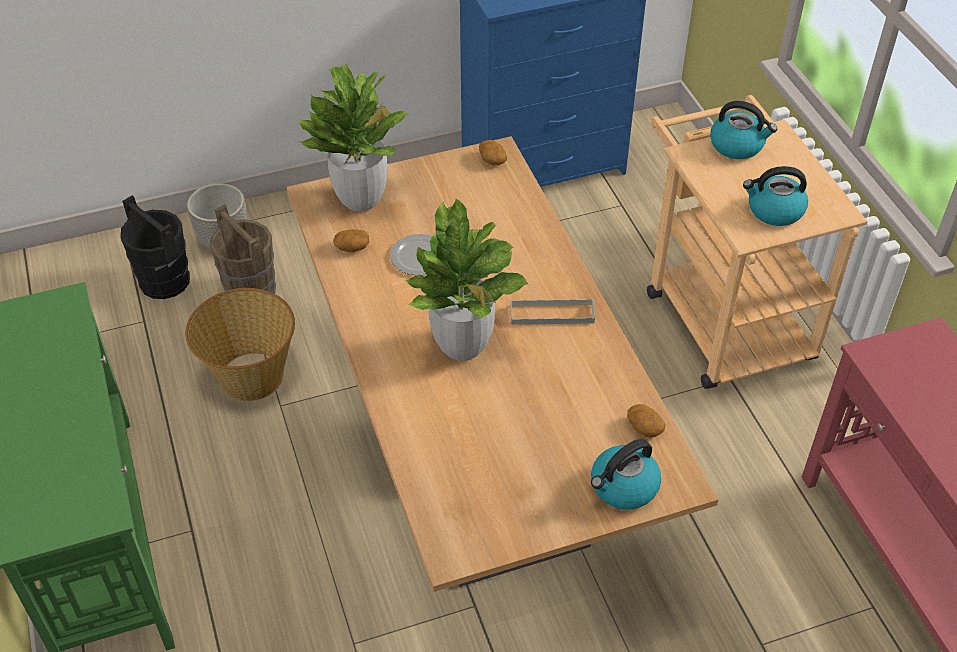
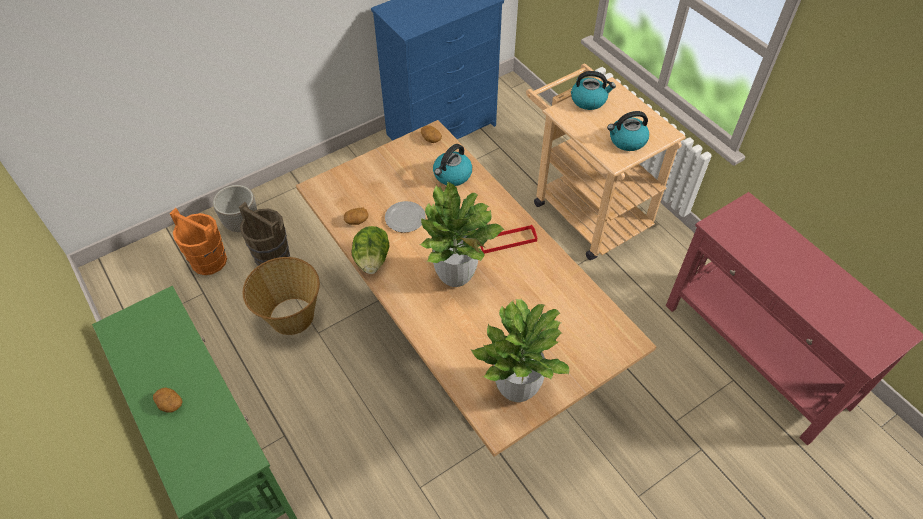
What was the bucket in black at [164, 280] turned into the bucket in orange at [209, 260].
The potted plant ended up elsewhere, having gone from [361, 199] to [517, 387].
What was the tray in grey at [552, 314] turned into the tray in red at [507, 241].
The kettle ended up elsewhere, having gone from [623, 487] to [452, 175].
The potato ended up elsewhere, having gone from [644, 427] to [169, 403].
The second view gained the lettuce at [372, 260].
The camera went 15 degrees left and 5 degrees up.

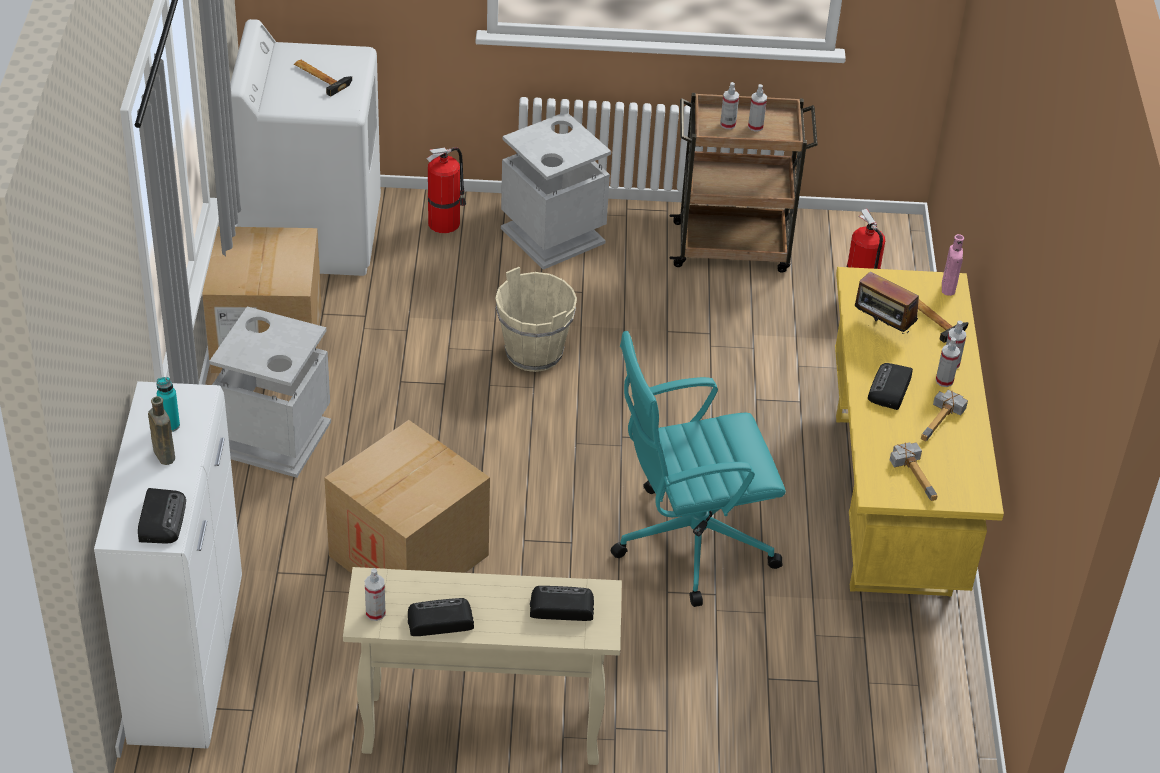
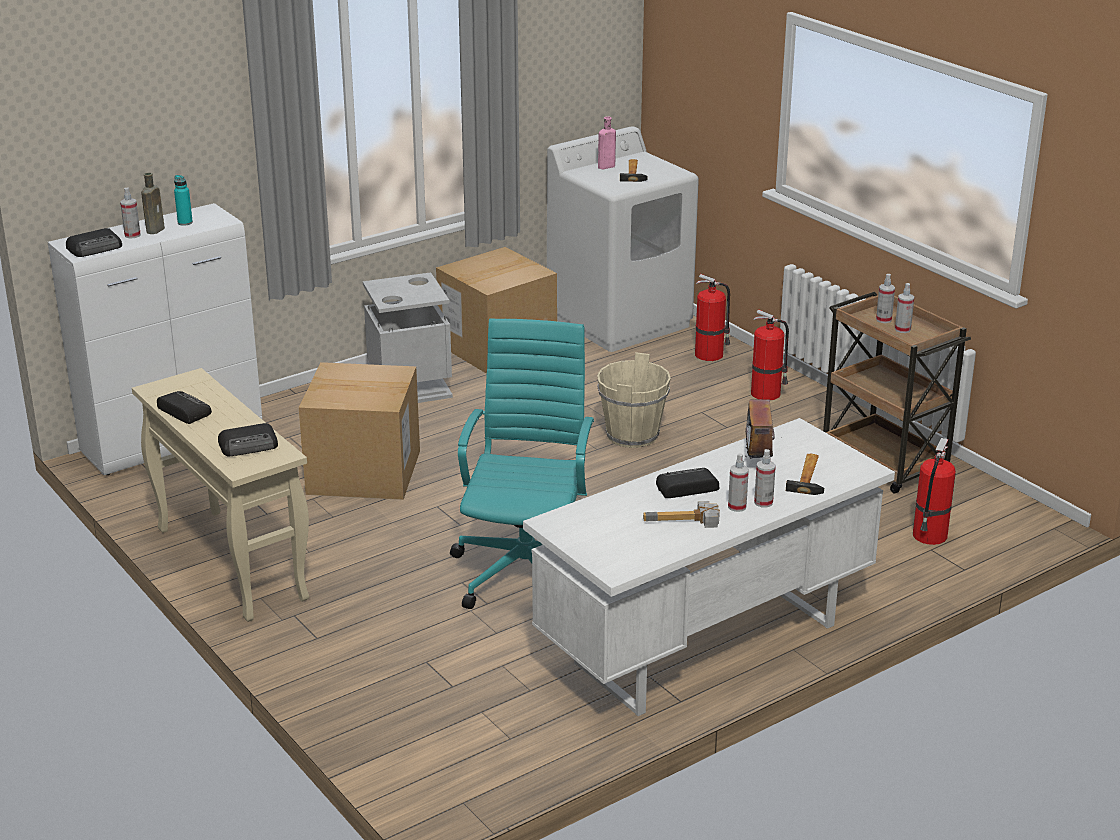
The spray bottle ended up elsewhere, having gone from [375, 613] to [132, 235].
Where the trash can in grey stood at [553, 235], the fire extinguisher came to stand at [767, 394].
The radio at [560, 607] ended up facing another way, 105 degrees clockwise from before.
The office chair in turquoise at [689, 542] ended up facing another way, 60 degrees clockwise from before.
What was the desk in yellow at [893, 504] turned into the desk in white at [705, 645].
The second view lost the hammer at [918, 474].
The bottle in pink ended up elsewhere, having gone from [948, 289] to [605, 167].
The camera went 55 degrees right and 15 degrees down.

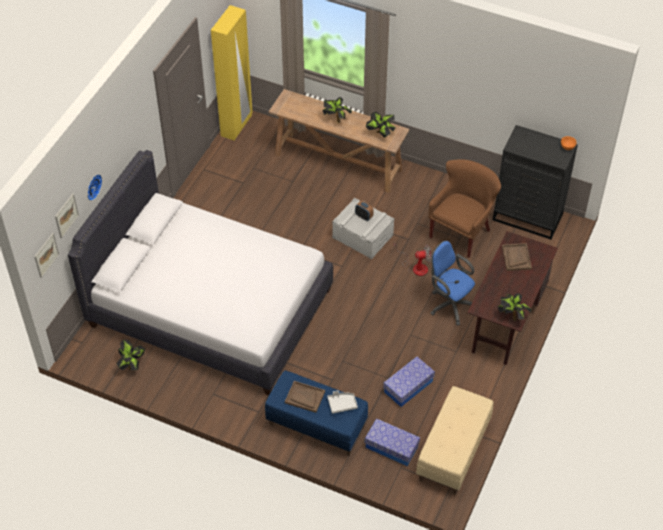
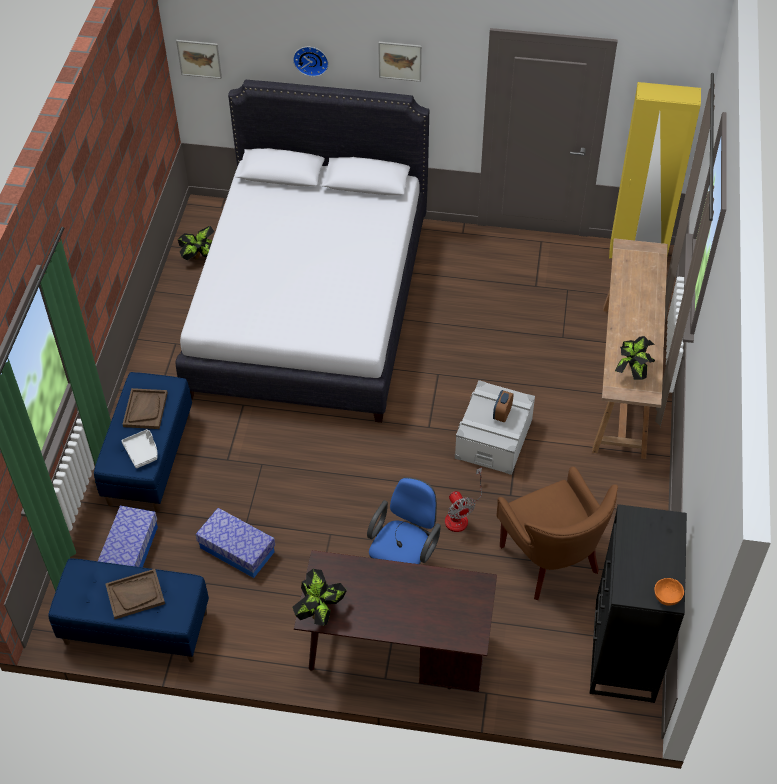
The picture ended up elsewhere, having gone from [66, 215] to [400, 61].
The second view lost the potted plant at [336, 119].
What was the bench in beige at [453, 452] turned into the bench in blue at [135, 628].
The armchair in brown at [461, 233] ended up facing another way, 45 degrees clockwise from before.
The tray in brown ended up elsewhere, having gone from [516, 257] to [135, 594].
The camera went 75 degrees right and 0 degrees up.

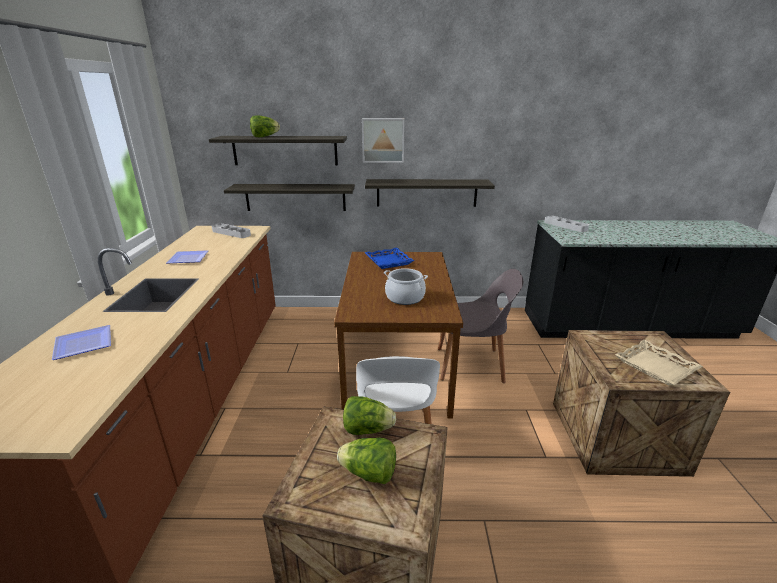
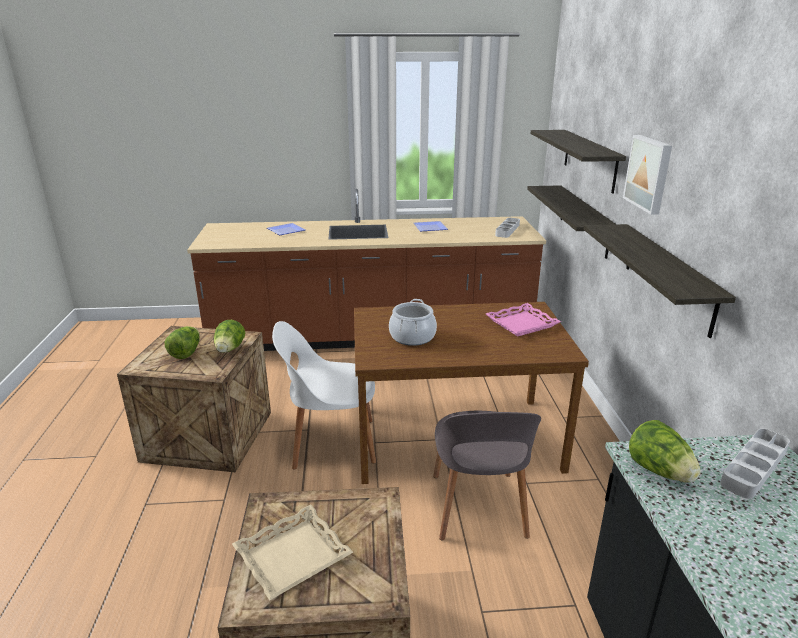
The lettuce ended up elsewhere, having gone from [264, 137] to [659, 471].
What was the tray in blue at [388, 261] turned into the tray in pink at [521, 324].
The camera went 85 degrees right and 0 degrees up.

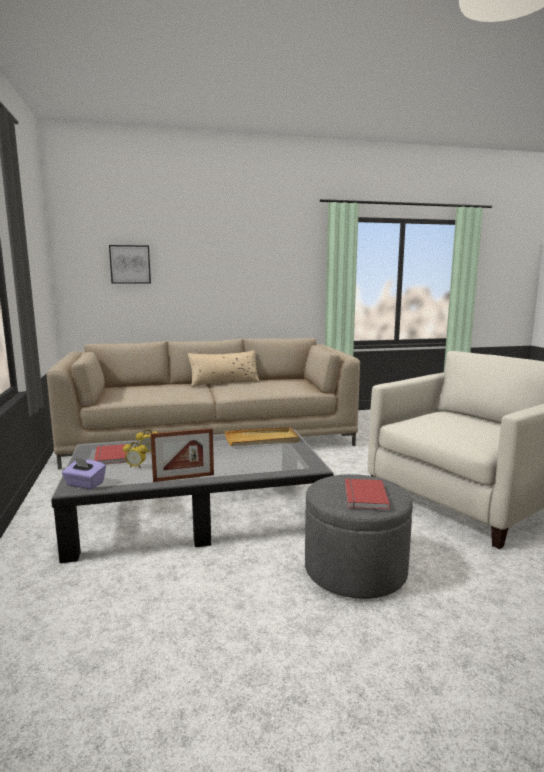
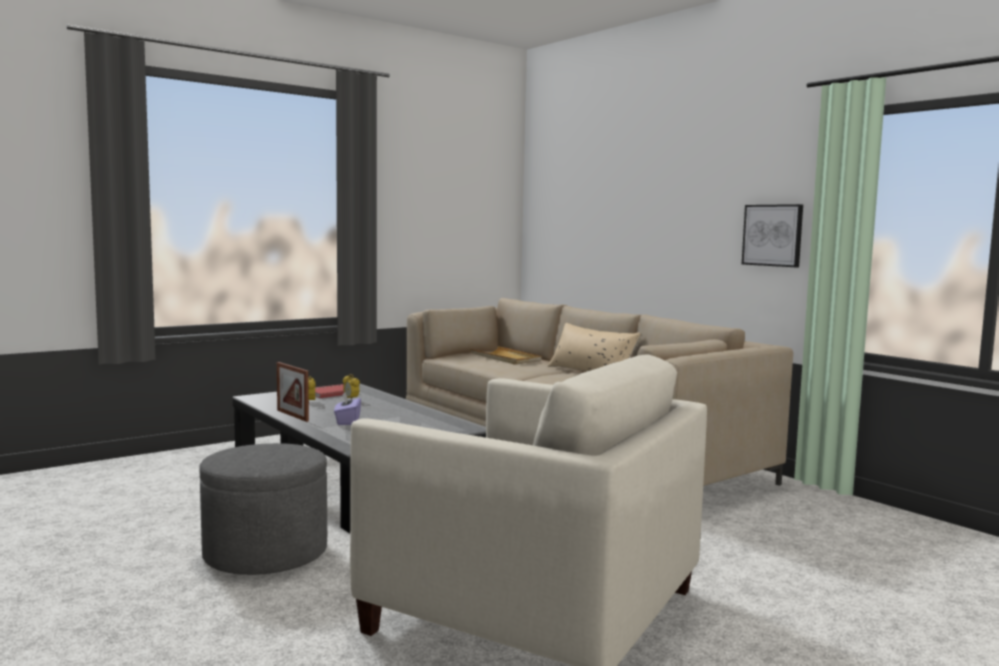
The tissue box in purple ended up elsewhere, having gone from [85, 484] to [347, 421].
The picture ended up elsewhere, having gone from [130, 264] to [773, 235].
The tray in beige ended up elsewhere, having gone from [262, 439] to [506, 358].
The second view lost the book in red at [363, 496].
The camera went 65 degrees right and 5 degrees down.

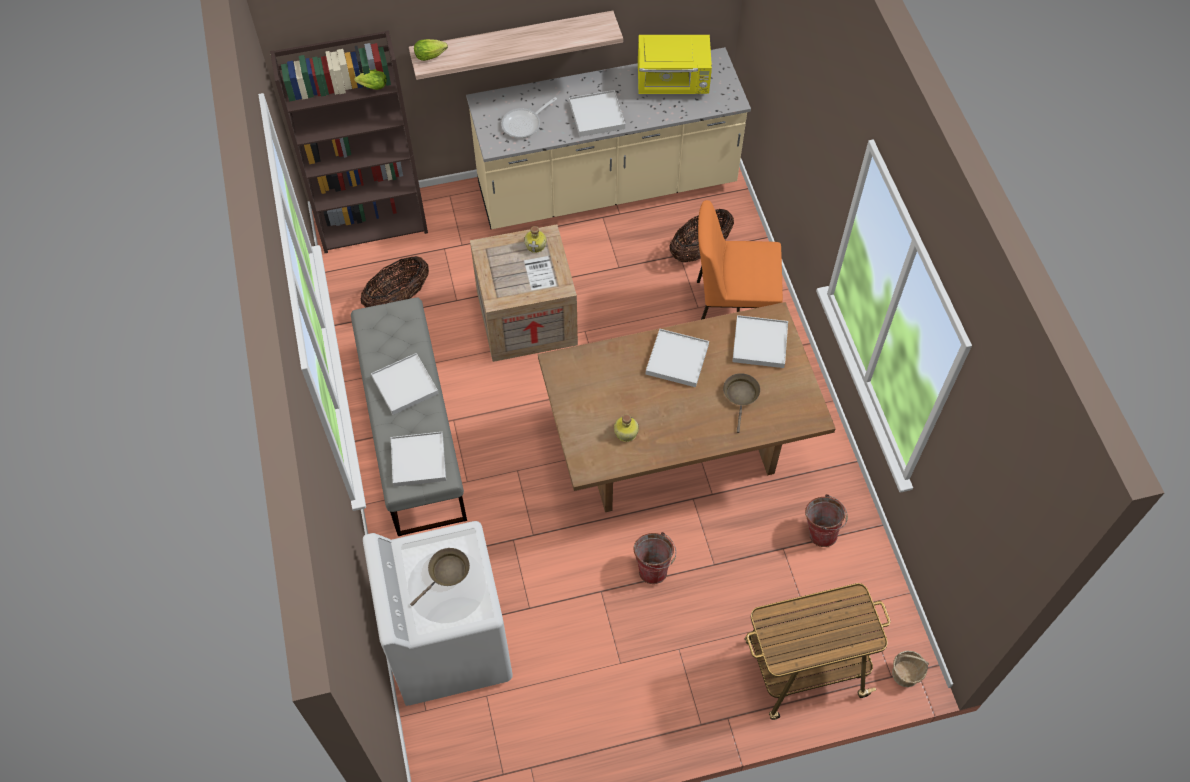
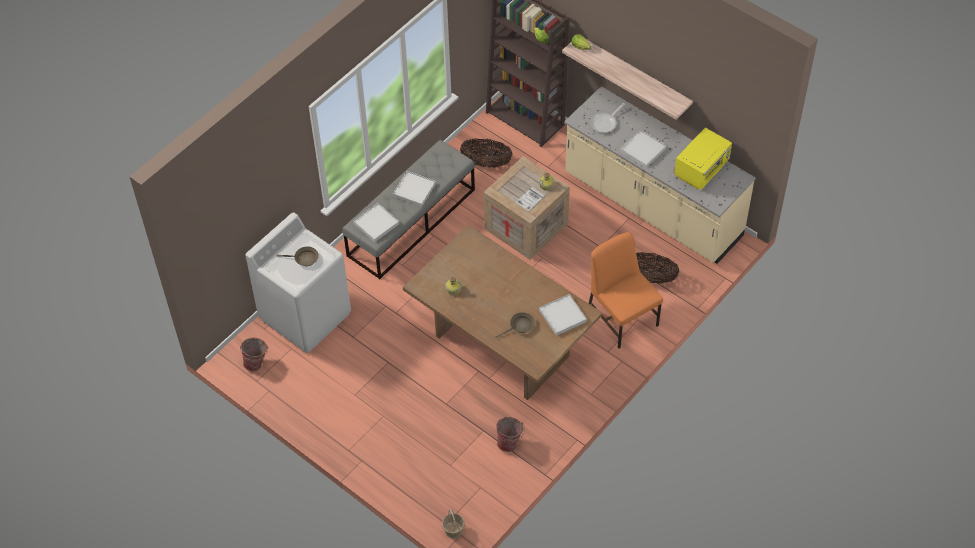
The frying pan at [524, 124] ended up facing another way, 60 degrees counterclockwise from before.
The bucket ended up elsewhere, having gone from [653, 566] to [257, 363].
The microwave in yellow at [673, 83] ended up facing another way, 105 degrees counterclockwise from before.
The second view lost the tray in white at [677, 359].
The second view lost the cart at [802, 669].
The camera went 55 degrees right and 5 degrees down.

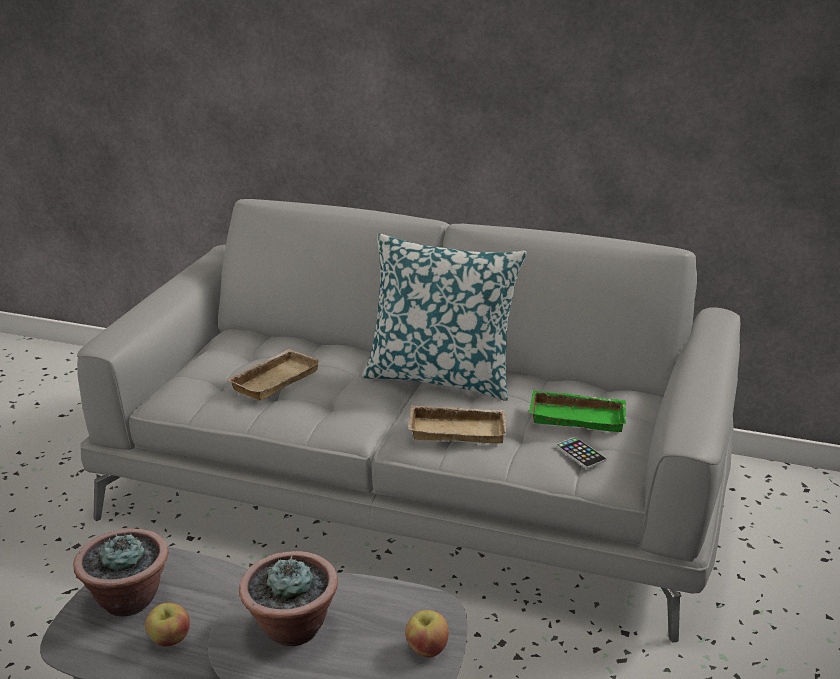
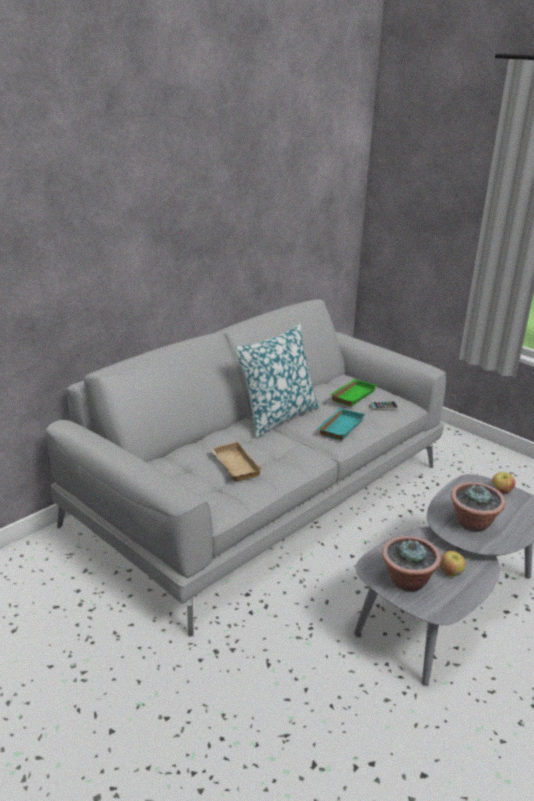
What was the tray in beige at [459, 429] turned into the tray in turquoise at [339, 427].
The camera went 65 degrees left and 0 degrees up.

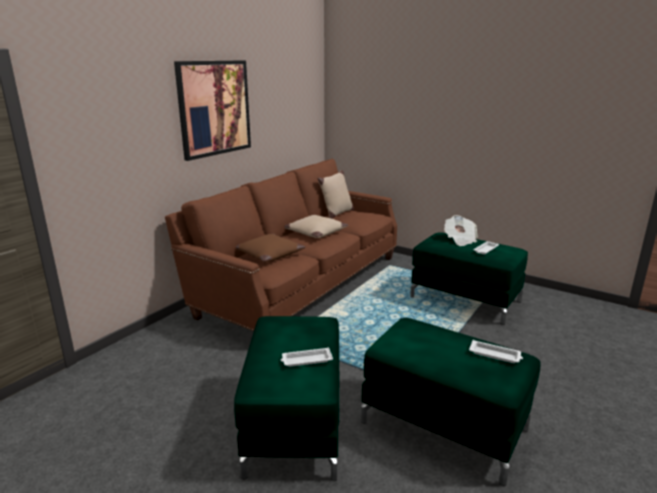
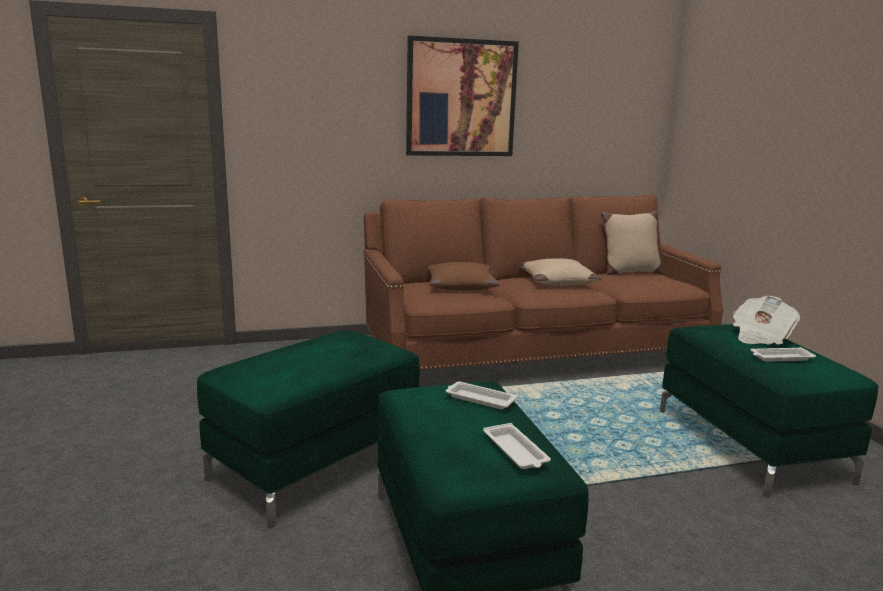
The tray in white ended up elsewhere, having gone from [306, 360] to [479, 399].
The camera went 40 degrees right and 5 degrees down.

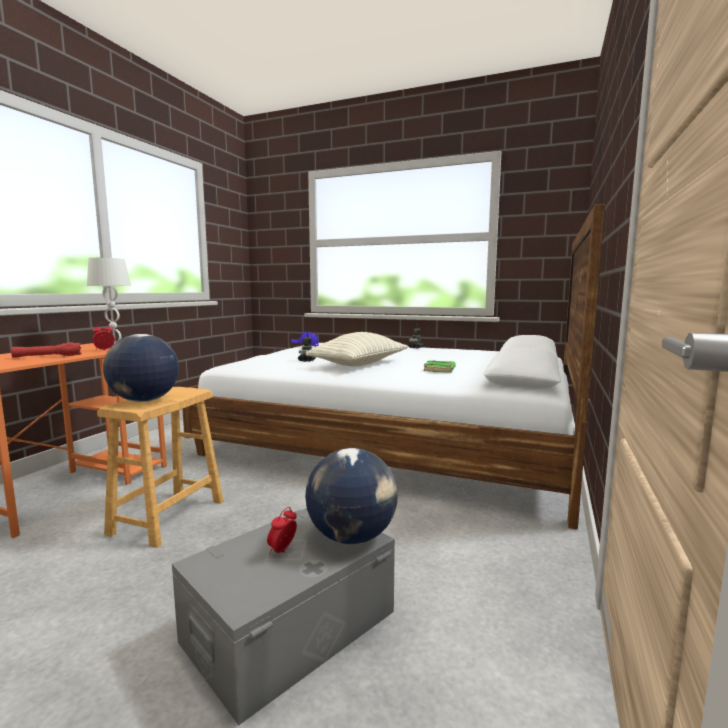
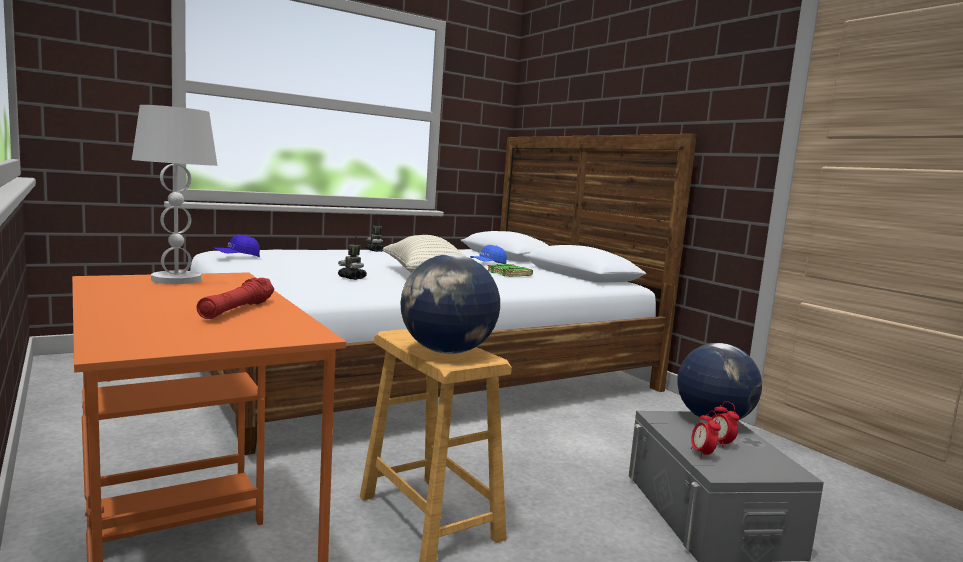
The alarm clock ended up elsewhere, having gone from [104, 350] to [702, 454].
The second view gained the cap in blue at [488, 264].
The camera went 55 degrees left and 0 degrees up.

